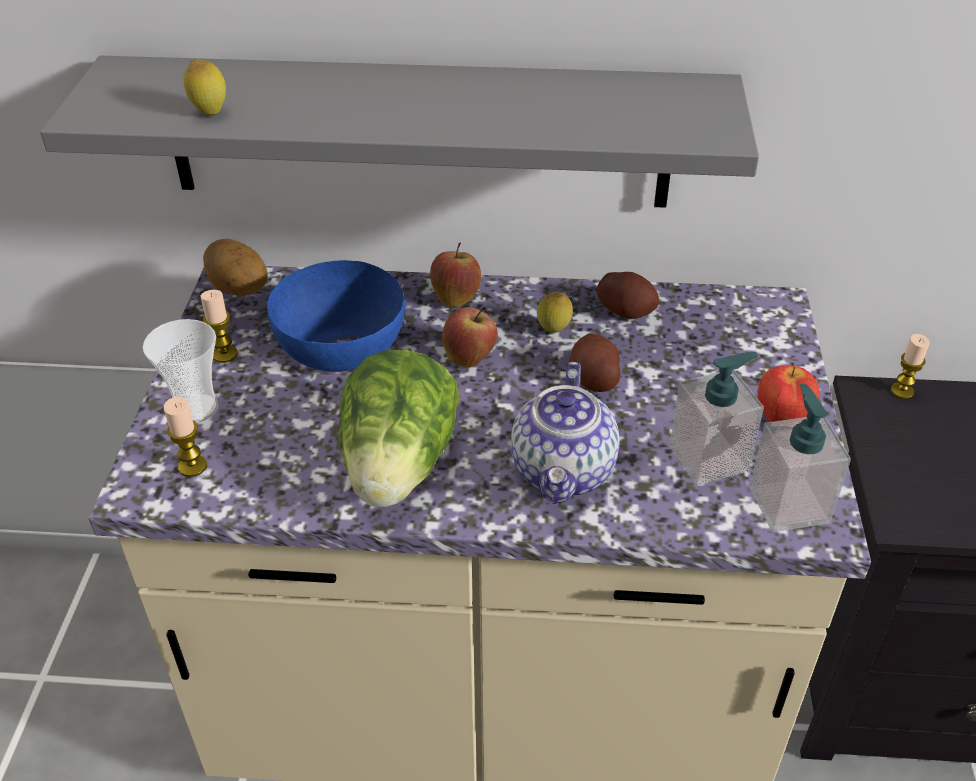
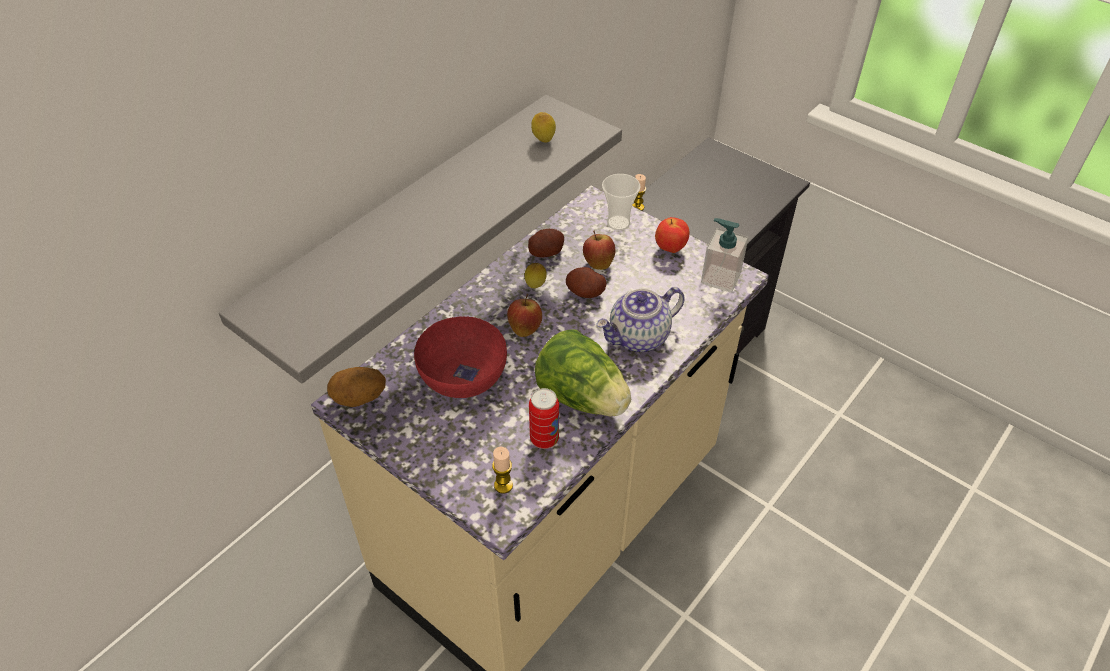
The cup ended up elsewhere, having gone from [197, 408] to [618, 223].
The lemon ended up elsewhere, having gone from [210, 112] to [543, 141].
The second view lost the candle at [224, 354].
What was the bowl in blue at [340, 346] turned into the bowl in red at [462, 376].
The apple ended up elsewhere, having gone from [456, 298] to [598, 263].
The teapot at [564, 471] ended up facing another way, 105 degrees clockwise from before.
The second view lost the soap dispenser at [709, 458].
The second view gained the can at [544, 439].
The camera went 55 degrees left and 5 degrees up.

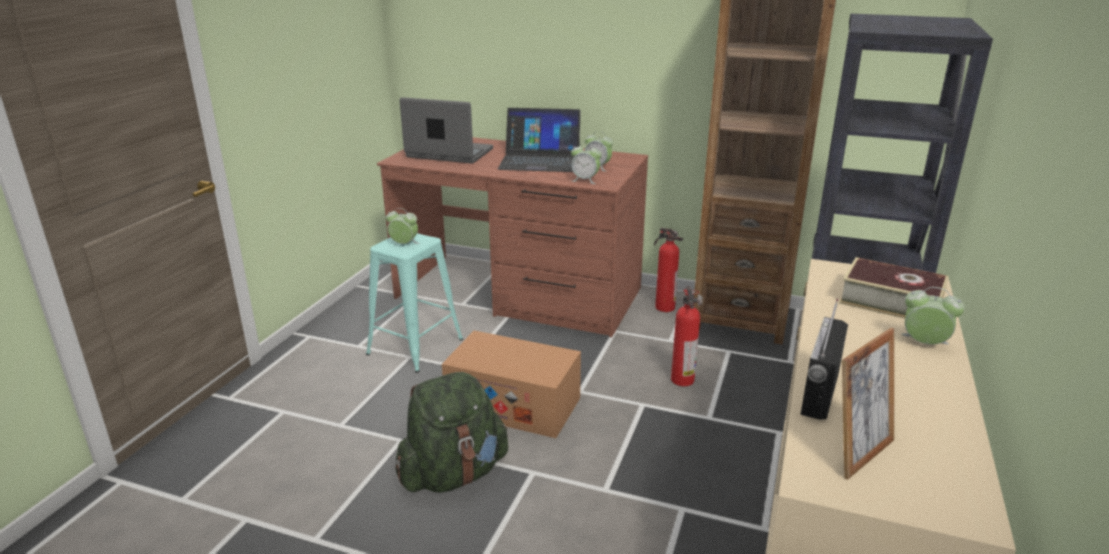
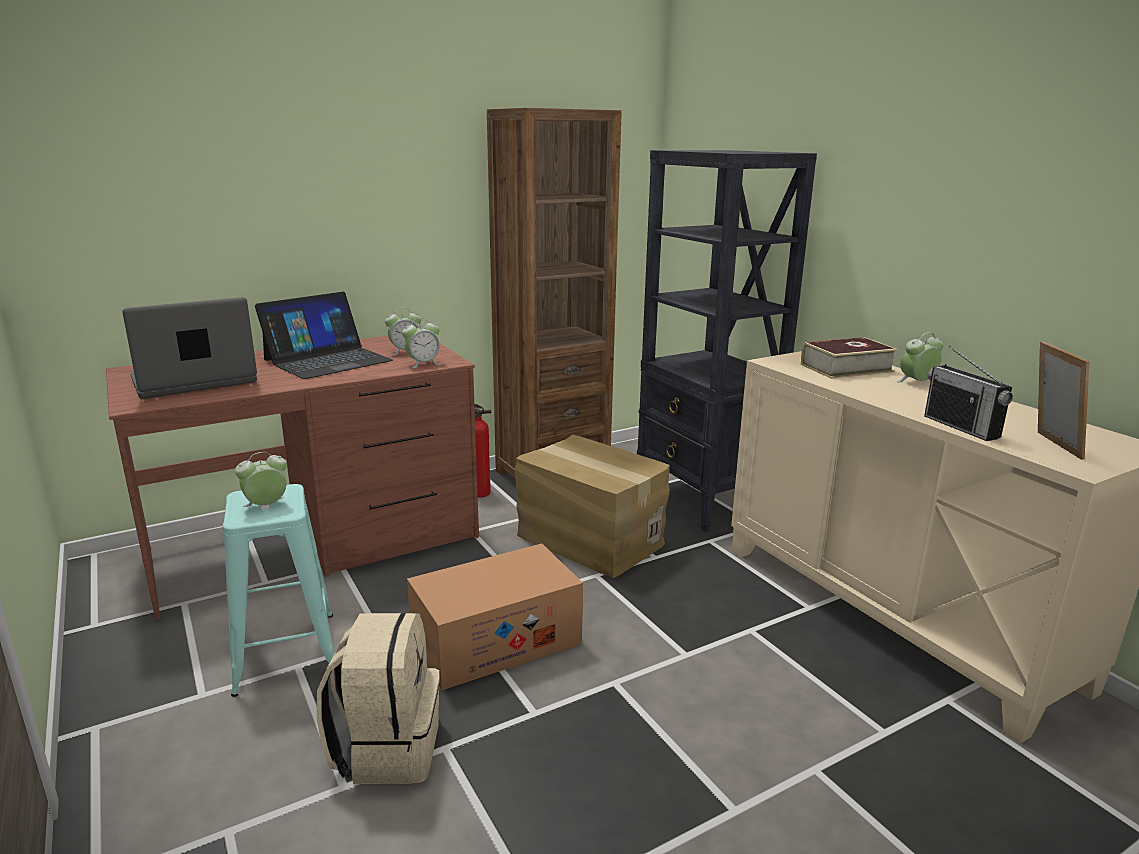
The second view lost the backpack in green at [454, 474].
Where the fire extinguisher stood at [682, 379], the cardboard box came to stand at [589, 540].
The second view gained the backpack in beige at [387, 748].
The camera went 50 degrees left and 5 degrees down.

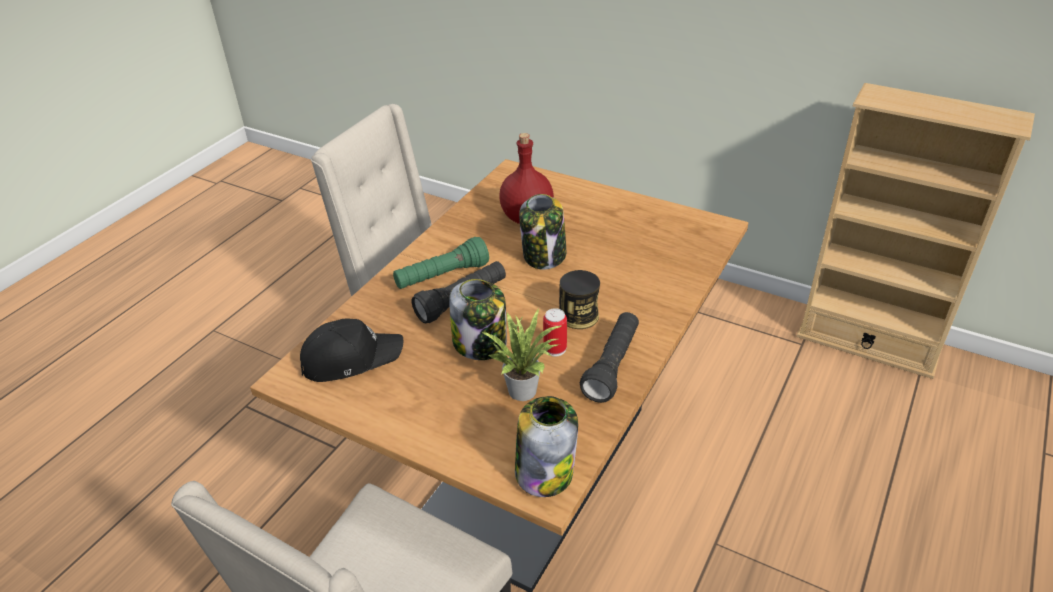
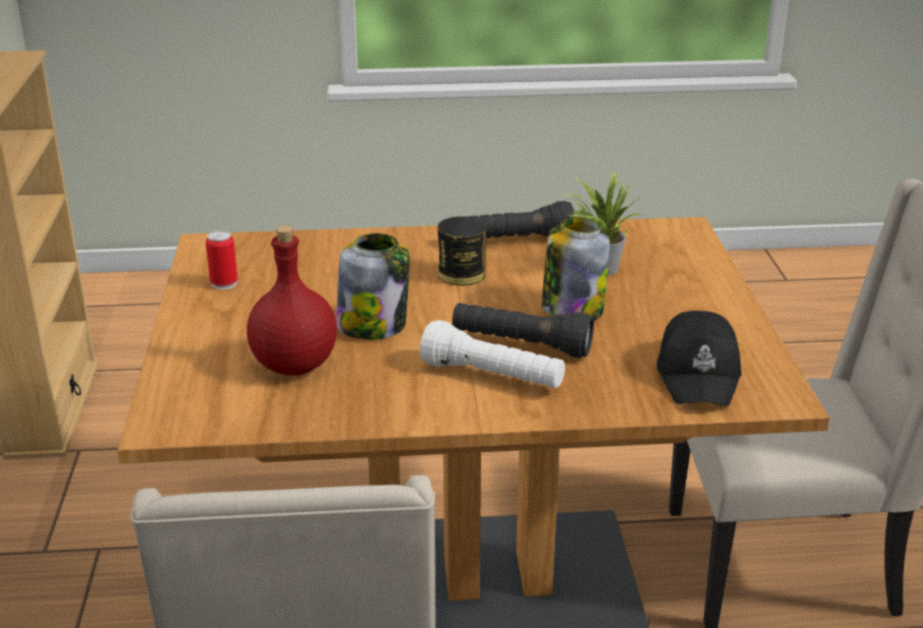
The cap in black at [350, 358] ended up facing another way, 120 degrees counterclockwise from before.
What was the flashlight in green at [442, 276] turned into the flashlight in white at [492, 377].
The second view lost the jar at [544, 471].
The can ended up elsewhere, having gone from [555, 349] to [224, 283].
The camera went 125 degrees left and 10 degrees down.

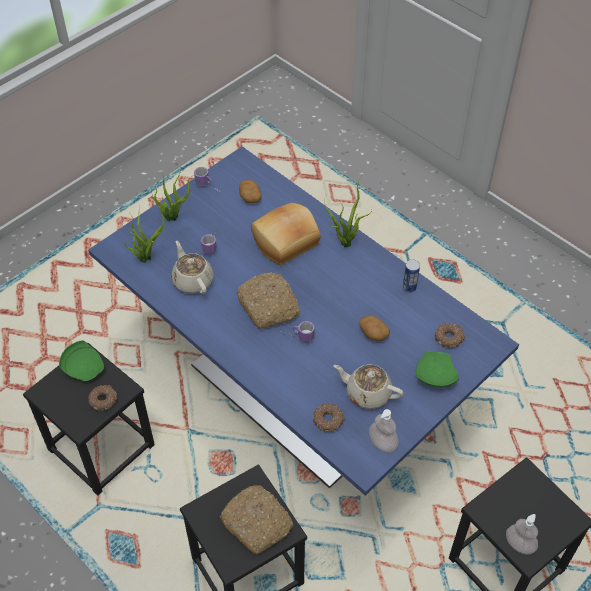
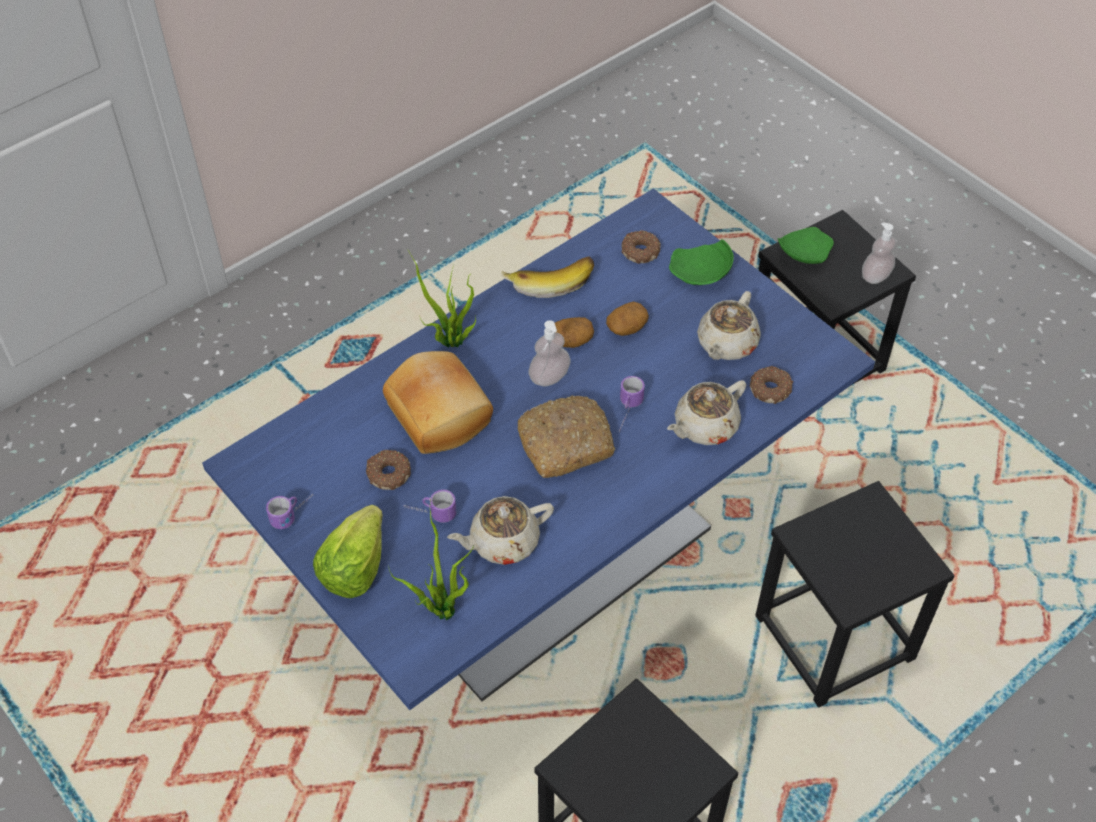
The plate in green ended up elsewhere, having gone from [84, 367] to [803, 254].
The donut ended up elsewhere, having gone from [103, 400] to [388, 473].
Where the potted plant stood at [173, 217], the lettuce came to stand at [354, 568].
The second view lost the bread at [257, 523].
The potato ended up elsewhere, having gone from [250, 197] to [571, 340].
The soap dispenser ended up elsewhere, having gone from [382, 443] to [549, 377].
Where the can stood at [409, 288], the banana came to stand at [549, 280].
The second view gained the teapot in beige at [704, 426].
The camera went 85 degrees left and 0 degrees up.

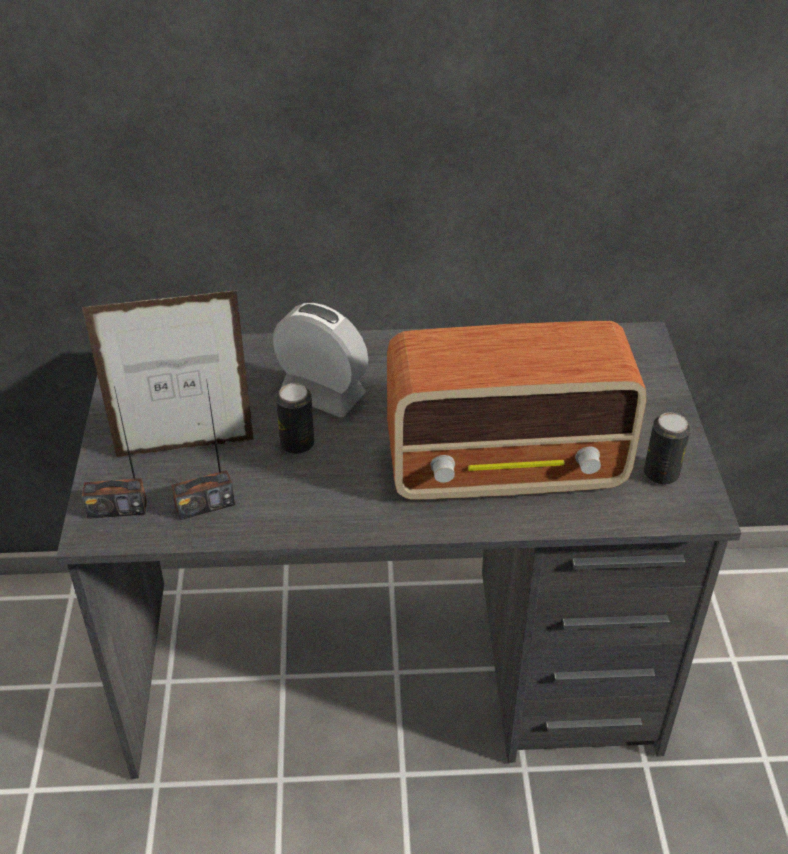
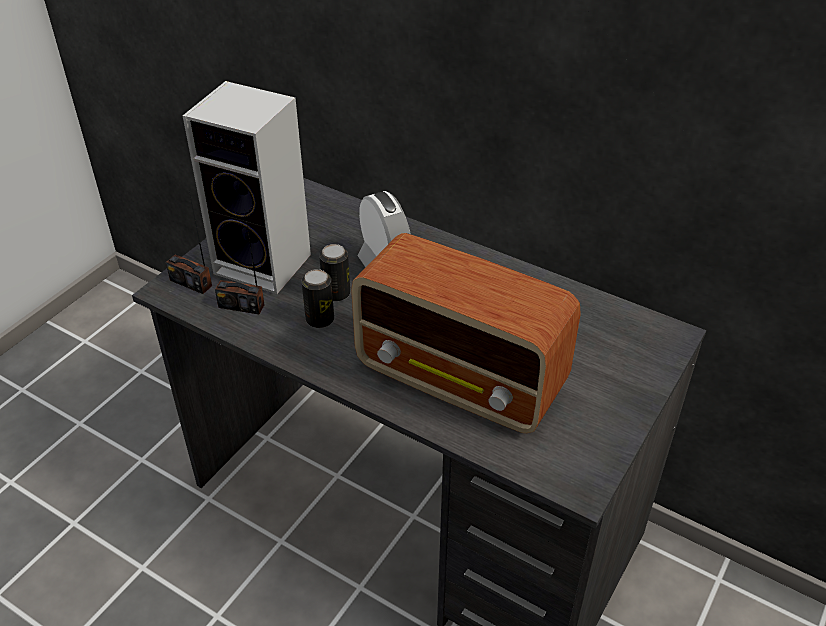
Where the picture frame stood at [186, 448], the speaker came to stand at [267, 264].
The can ended up elsewhere, having gone from [661, 474] to [320, 320].
The camera went 35 degrees right and 0 degrees up.

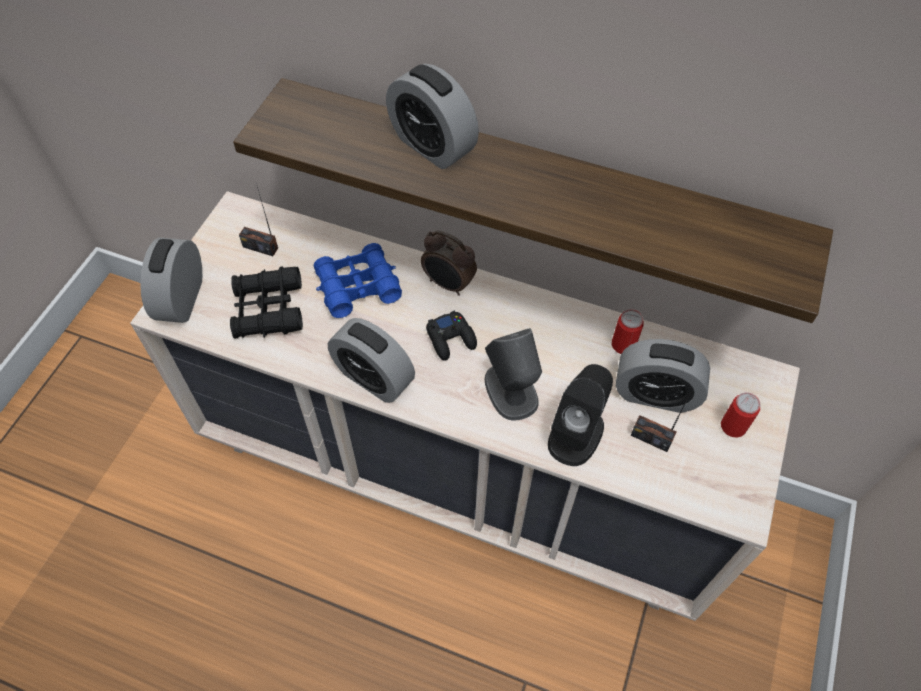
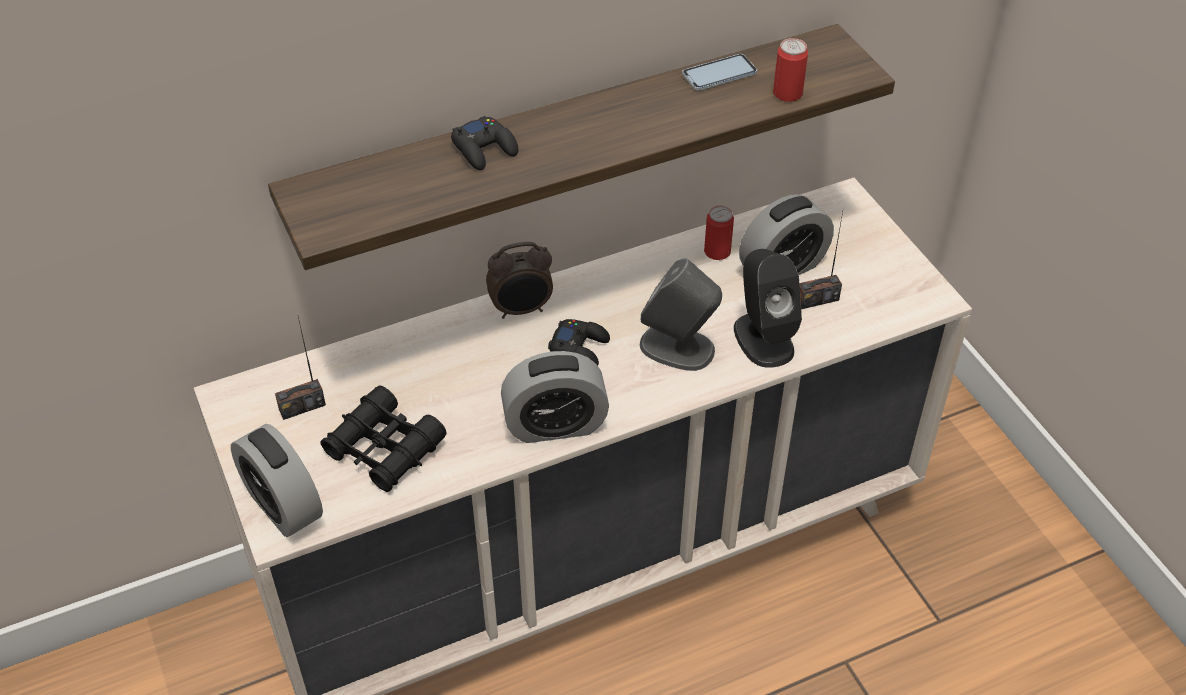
The second view lost the binoculars in blue at [357, 286].
Where the alarm clock stood at [432, 146], the game controller in black came to stand at [485, 149].
The can ended up elsewhere, having gone from [733, 426] to [787, 93].
The second view gained the phone at [719, 74].
The camera went 45 degrees left and 10 degrees down.

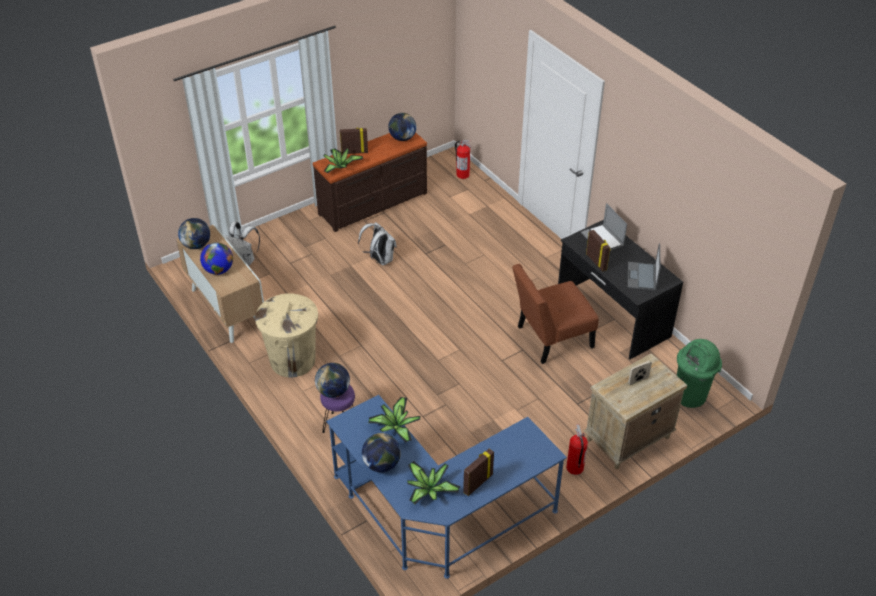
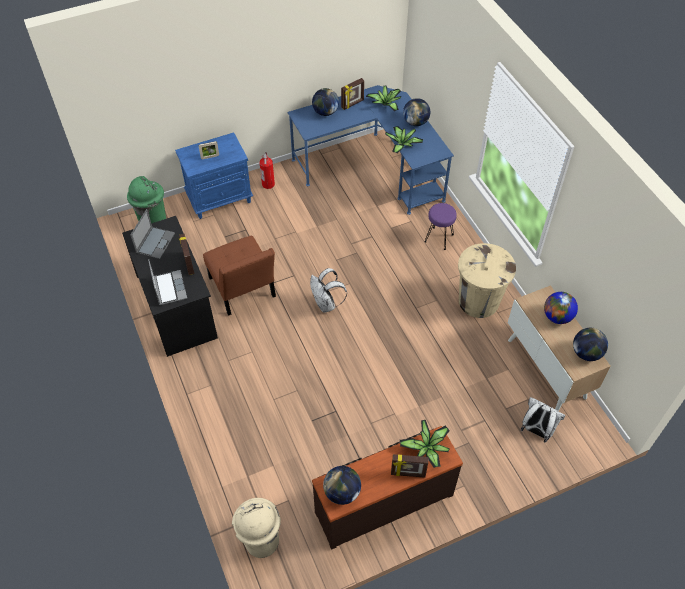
The globe ended up elsewhere, having gone from [333, 391] to [325, 112].
The backpack in white ended up elsewhere, having gone from [380, 259] to [326, 304].
Where the fire extinguisher stood at [462, 174], the trash can in beige came to stand at [261, 541].
The chair in brown at [550, 338] ended up facing another way, 75 degrees clockwise from before.
What was the nightstand in beige at [627, 439] turned into the nightstand in blue at [220, 198].
The camera went 170 degrees left and 10 degrees up.

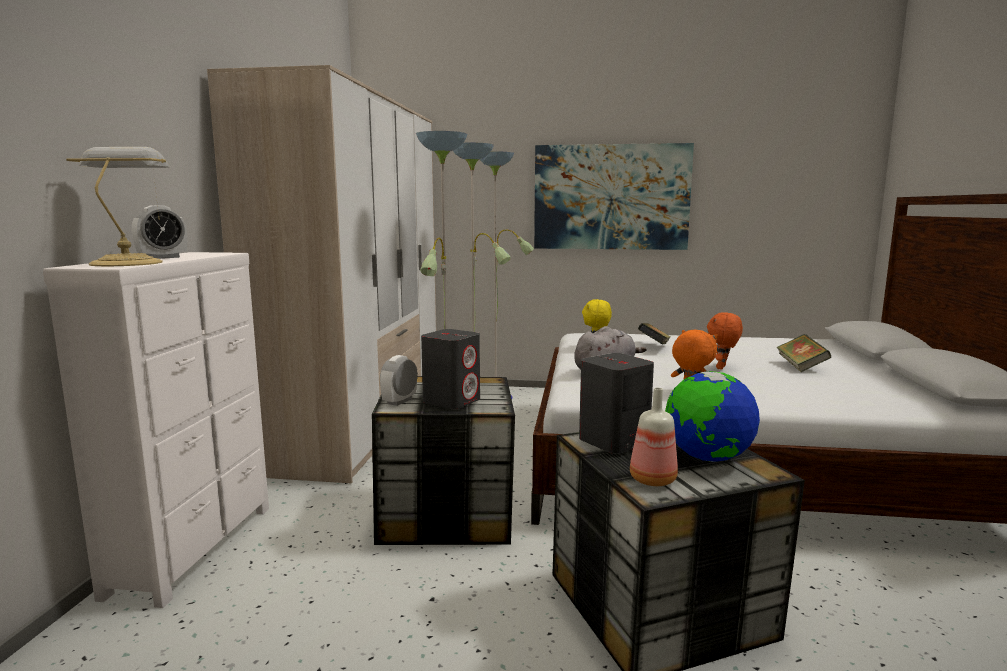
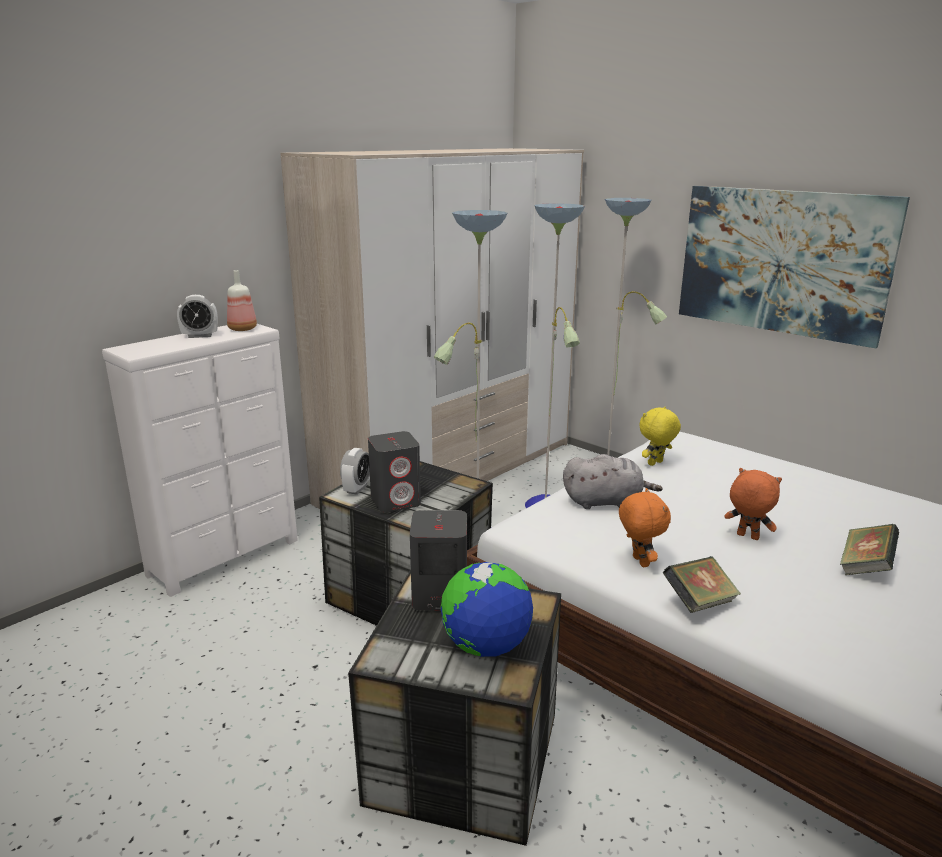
The second view lost the table lamp at [128, 263].
The alarm clock at [400, 401] ended up facing another way, 135 degrees clockwise from before.
The bottle ended up elsewhere, having gone from [651, 480] to [242, 329].
The book ended up elsewhere, having gone from [654, 346] to [699, 603].
The plush toy in orange at [722, 368] ended up facing another way, 60 degrees clockwise from before.
The camera went 35 degrees right and 10 degrees up.

